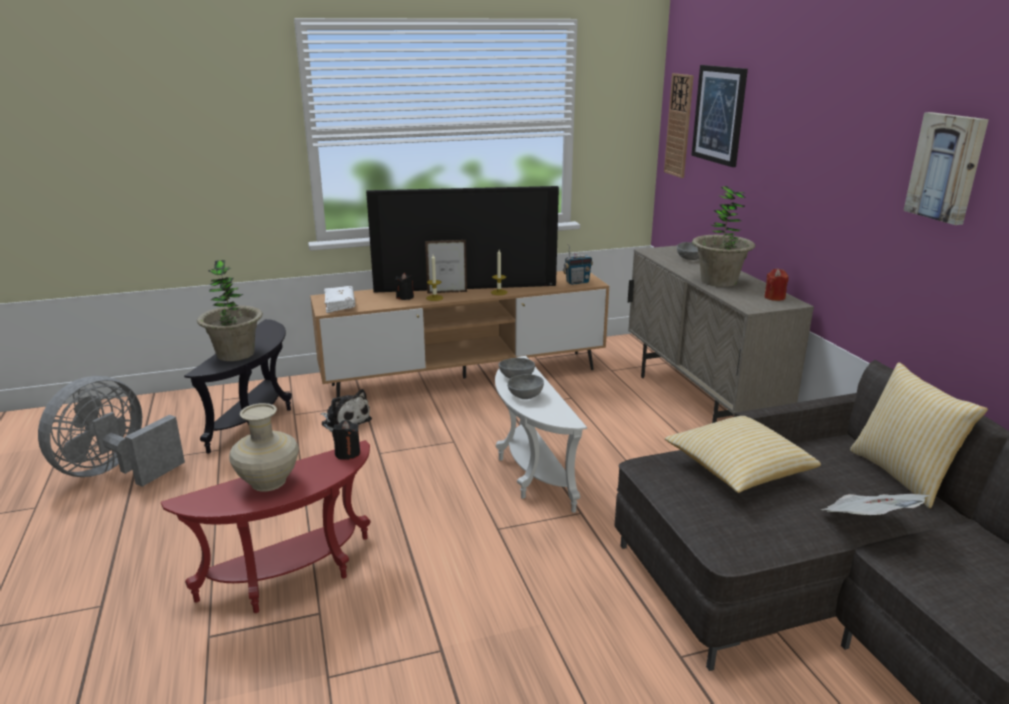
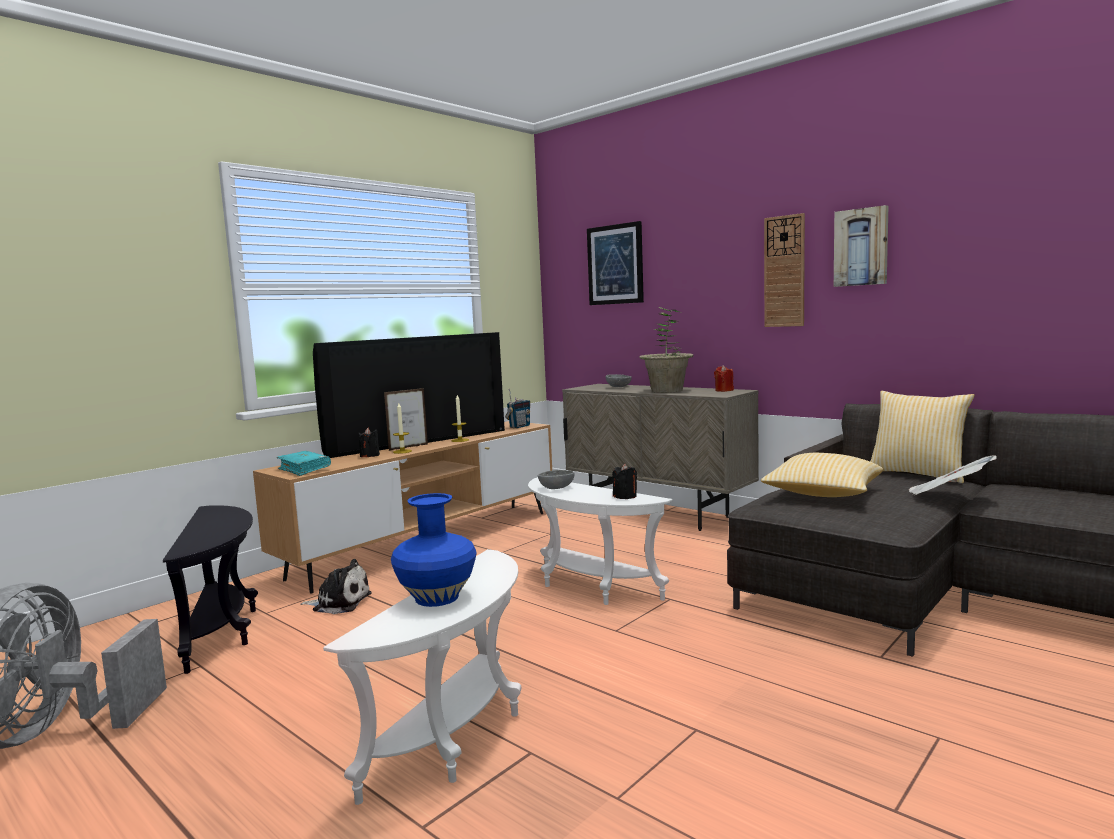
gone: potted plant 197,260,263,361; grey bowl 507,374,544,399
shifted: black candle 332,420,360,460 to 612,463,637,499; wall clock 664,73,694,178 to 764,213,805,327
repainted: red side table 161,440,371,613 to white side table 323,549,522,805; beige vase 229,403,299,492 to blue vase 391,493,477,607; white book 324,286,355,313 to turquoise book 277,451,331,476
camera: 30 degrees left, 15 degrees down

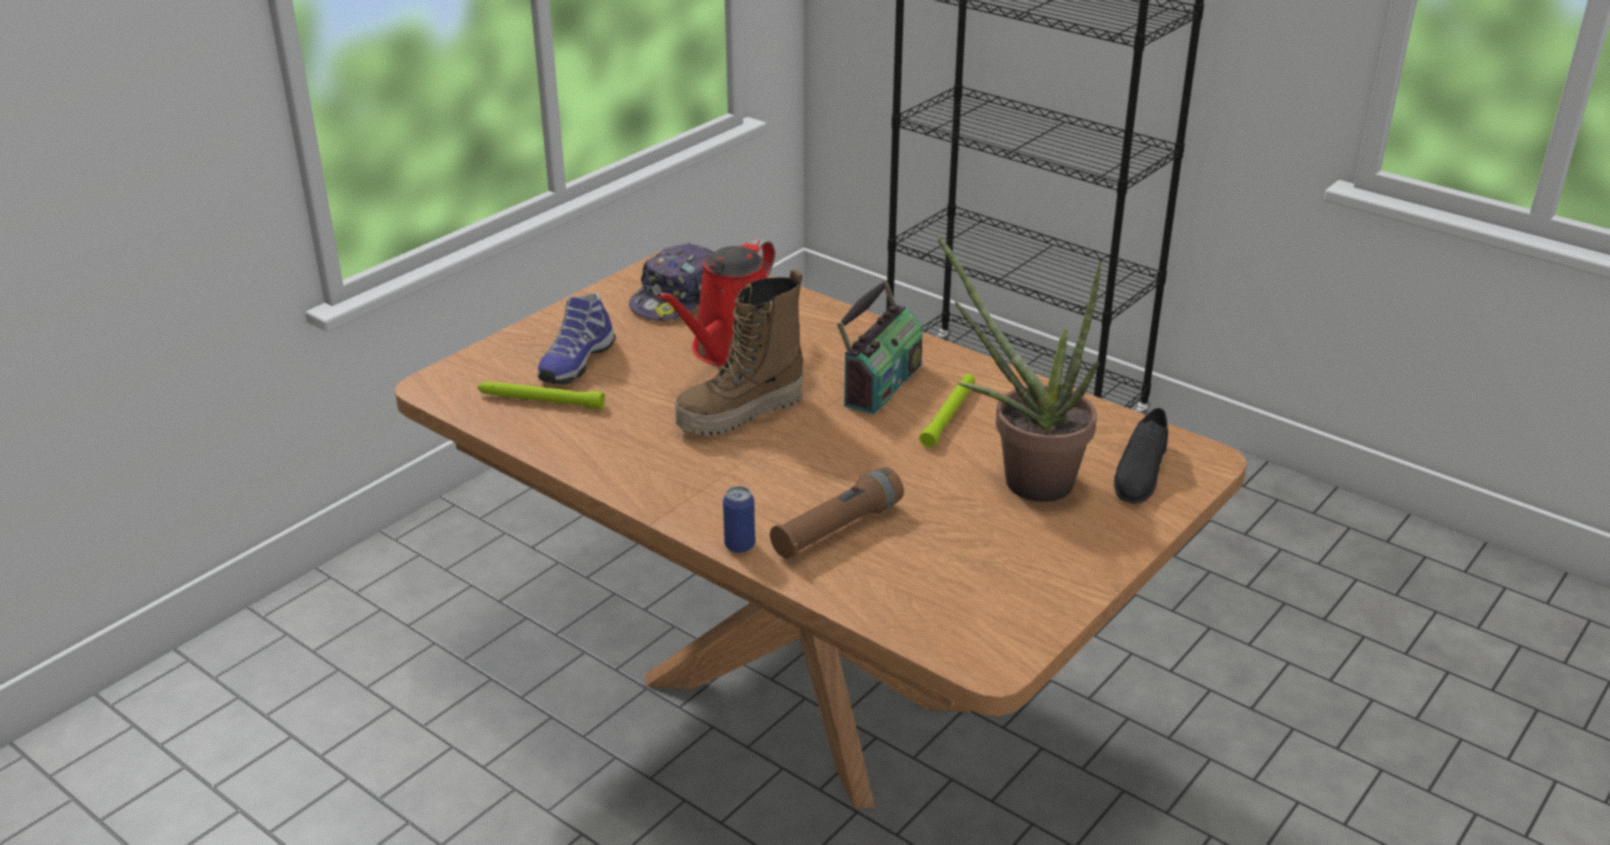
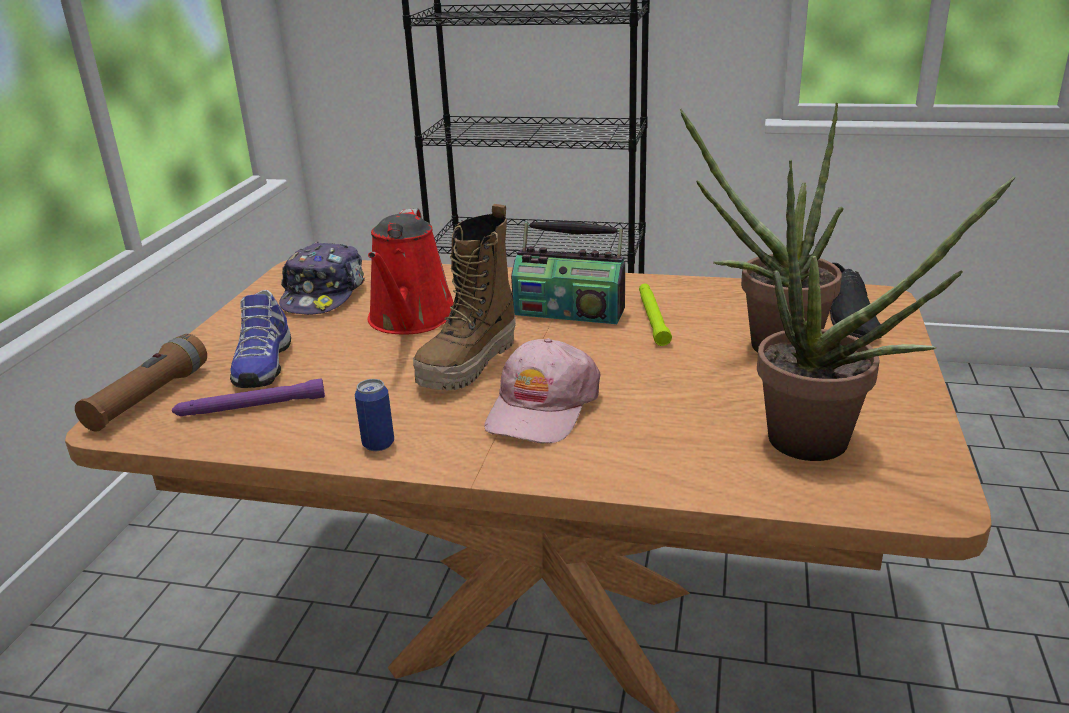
new: pink cap 484,338,600,443; potted plant 757,159,1015,461
shifted: can 723,486,755,553 to 355,379,394,451; brown flashlight 770,467,904,559 to 75,334,207,432
repainted: green flashlight 478,382,605,409 to purple flashlight 172,378,325,416
rotated: radio 837,280,923,414 = 511,221,625,324 105 degrees clockwise
camera: 25 degrees left, 5 degrees down

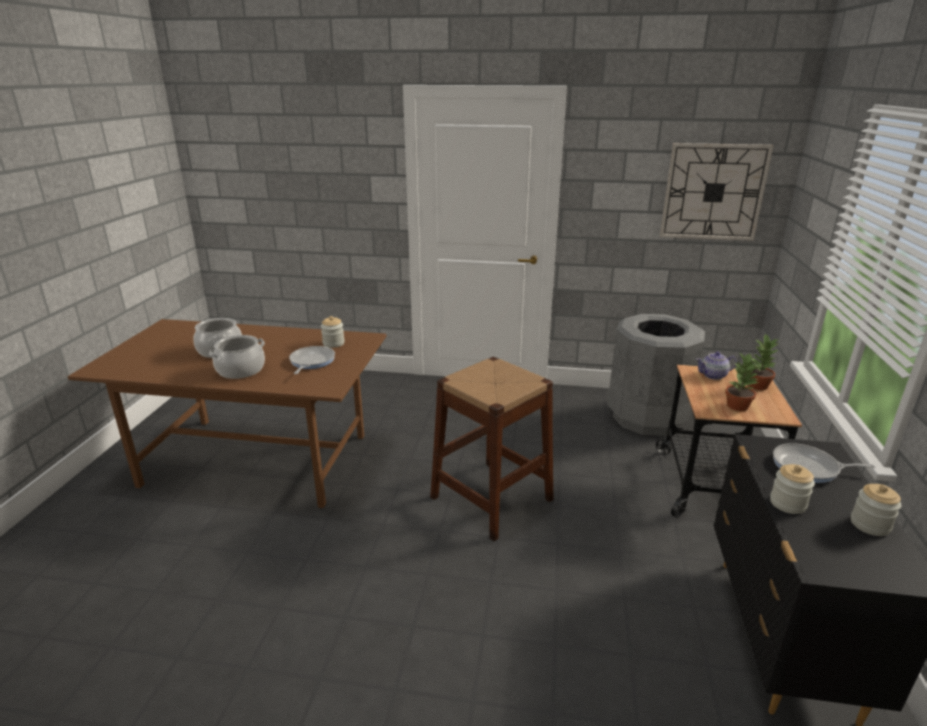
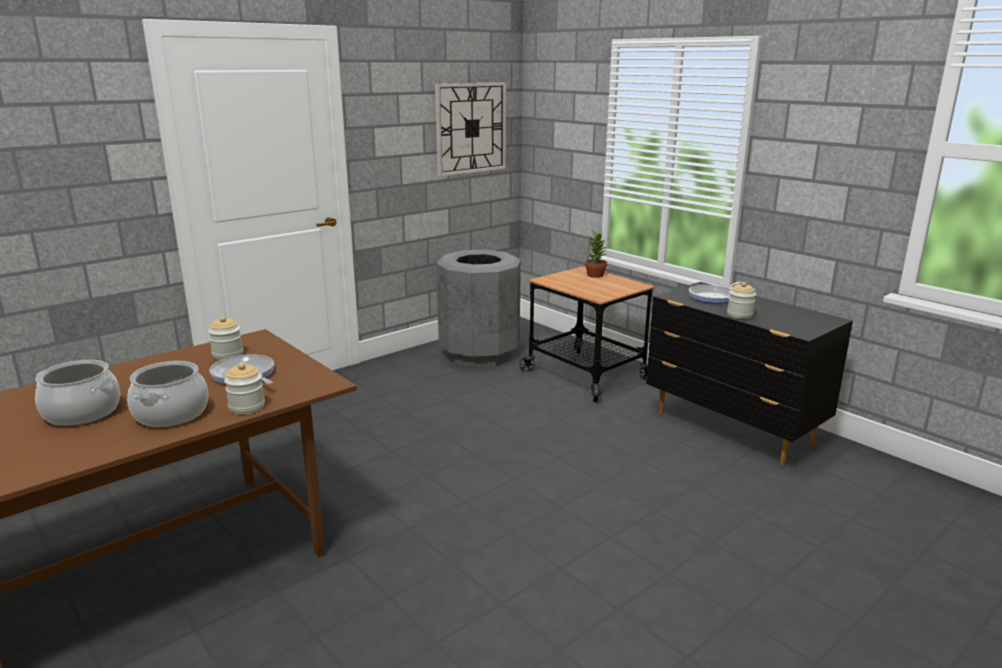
gone: brown stool 430,357,554,541; teapot 696,352,737,380; potted plant 725,352,758,411
shifted: jar 851,484,901,536 to 224,363,265,414
camera: 50 degrees left, 5 degrees down

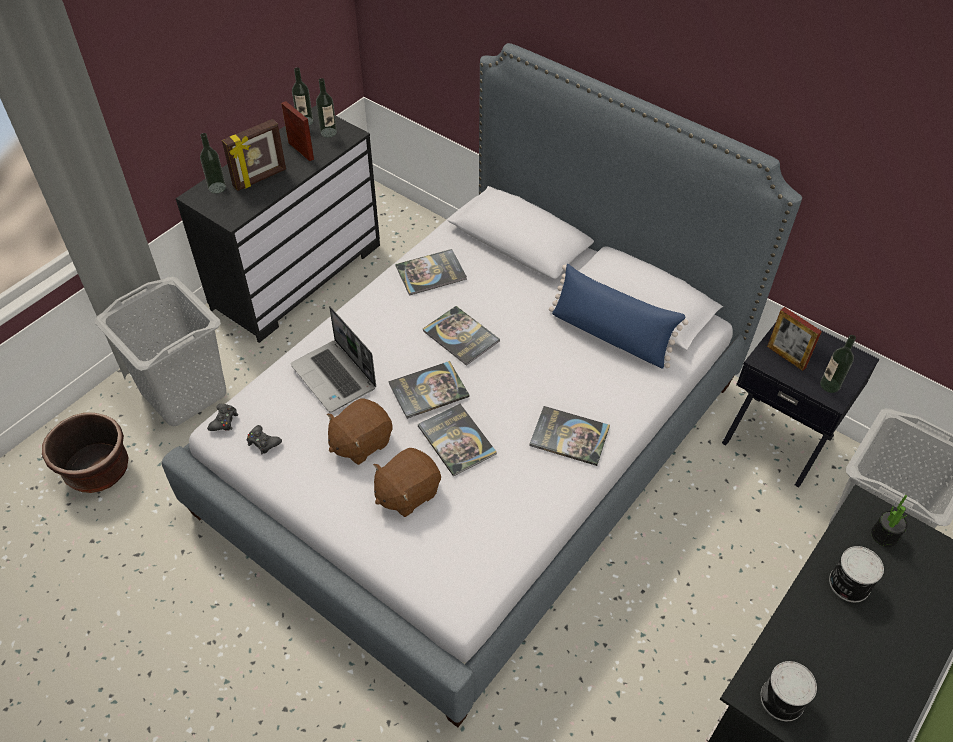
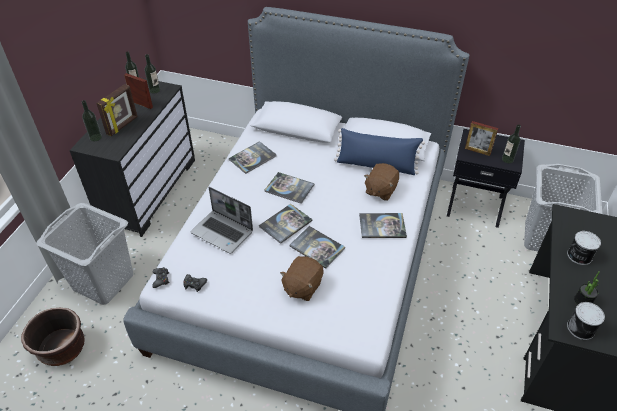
shifted: brown plush toy 327,399,393,465 to 364,163,399,201; potted plant 871,495,908,547 to 574,271,600,305
camera: 20 degrees left, 5 degrees down

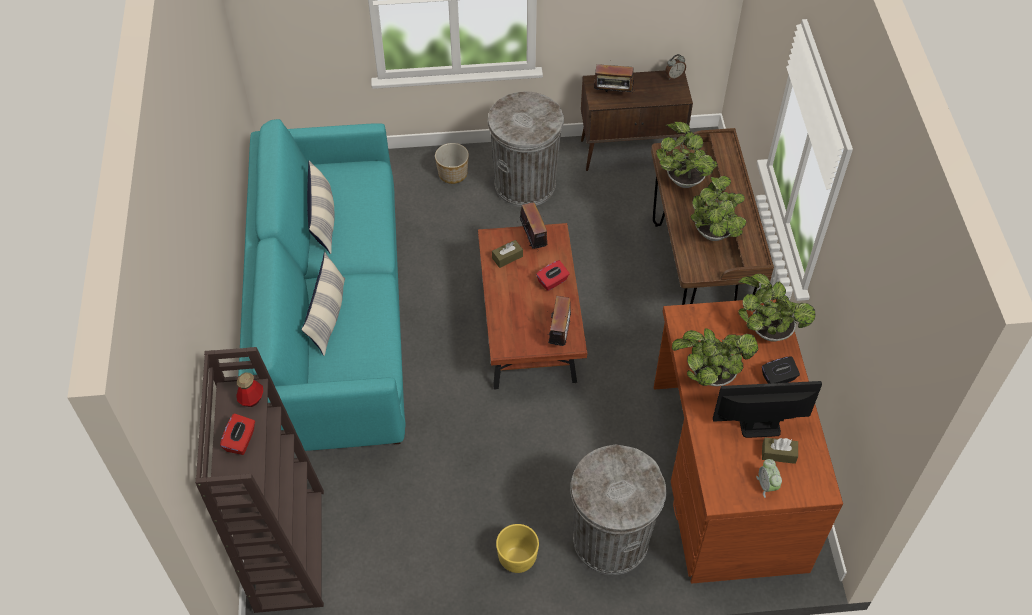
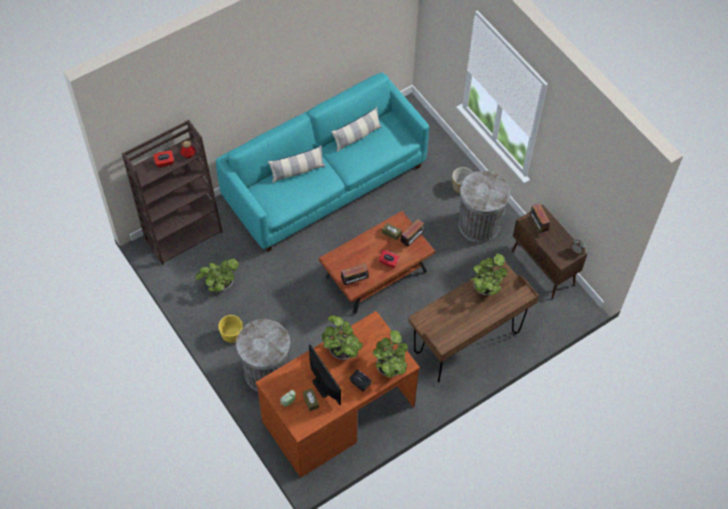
shifted: potted plant 690,176,746,241 to 196,258,239,292
camera: 60 degrees right, 5 degrees up

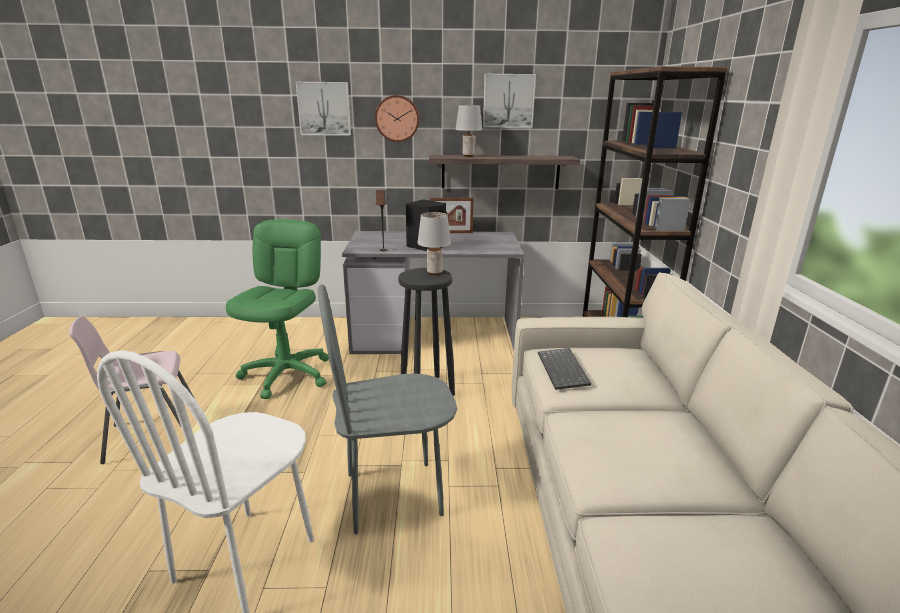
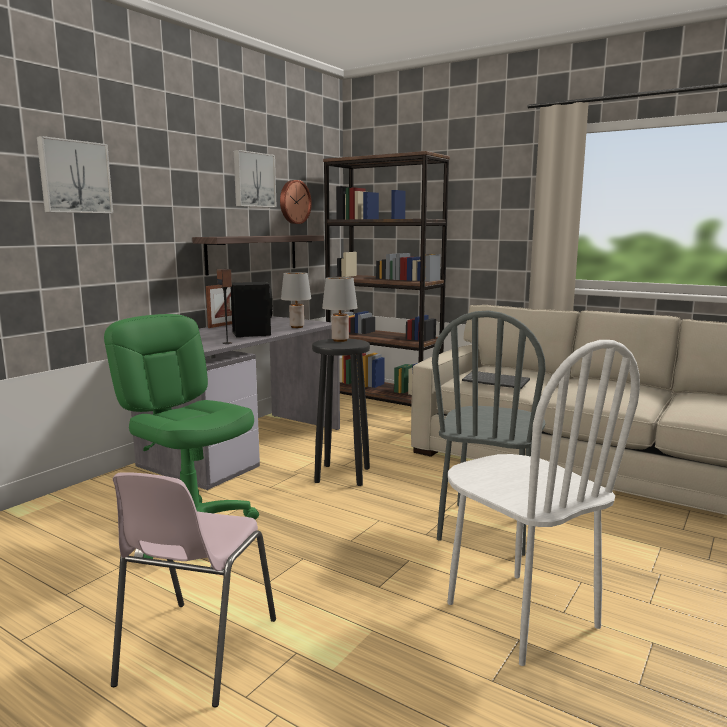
shifted: wall clock 375,95,420,142 to 280,180,312,224; grey table lamp 455,105,482,157 to 281,272,311,328
camera: 55 degrees left, 10 degrees down

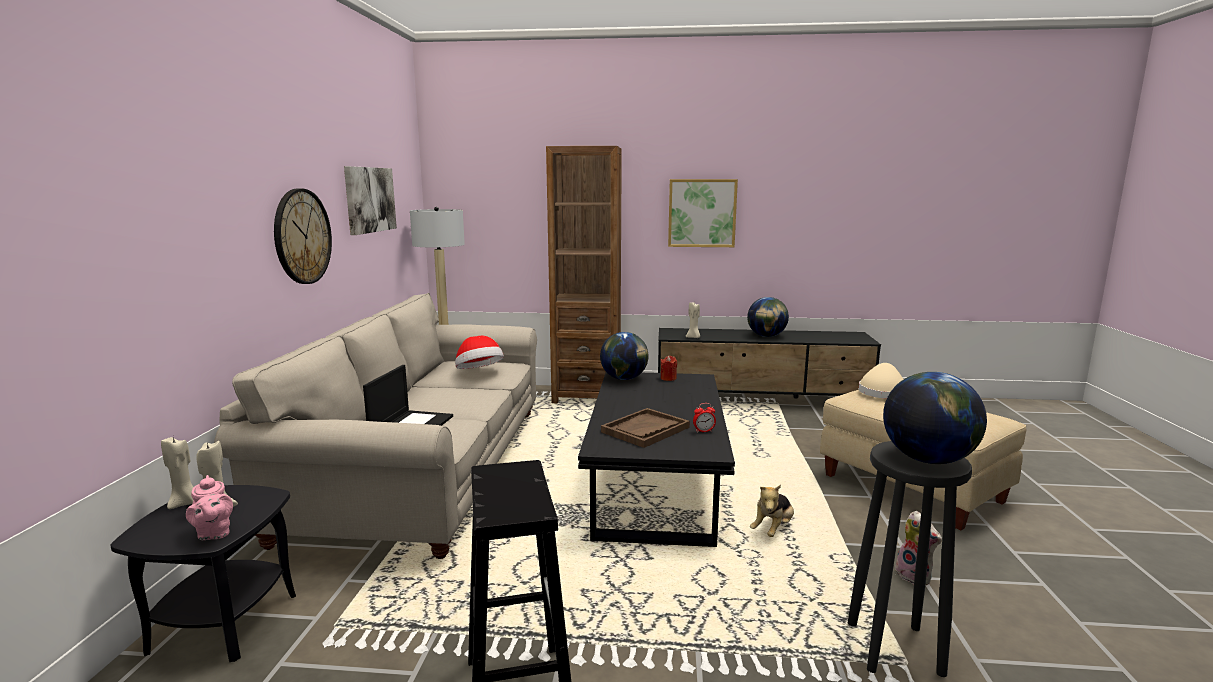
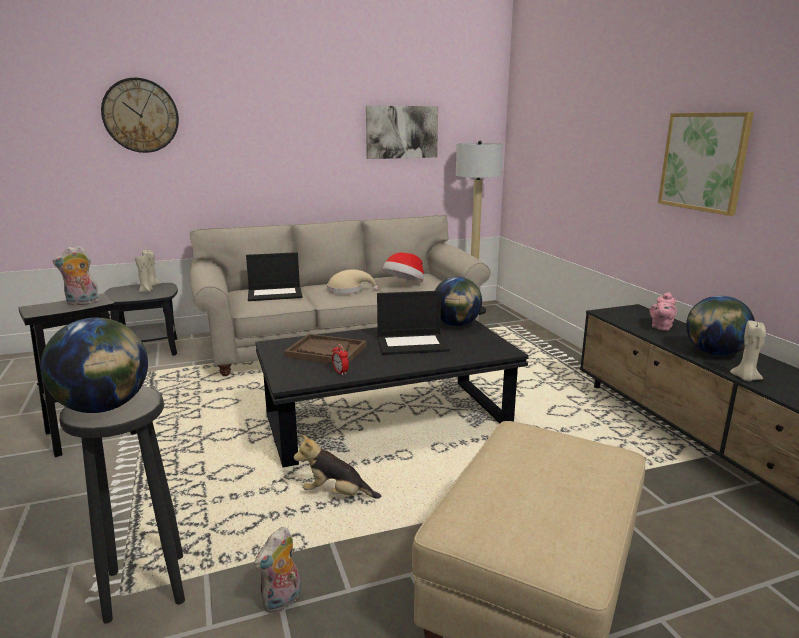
gone: brown bookcase 546,146,622,403; red candle 661,356,677,381
new: plush toy 53,246,100,306; laptop 377,291,450,355
shifted: pink teapot 186,475,233,540 to 650,292,677,331; wall clock 274,188,332,284 to 101,77,179,153; beige candle 686,302,700,338 to 730,320,766,381; beige hat 859,363,904,399 to 327,269,379,294
camera: 65 degrees right, 5 degrees up

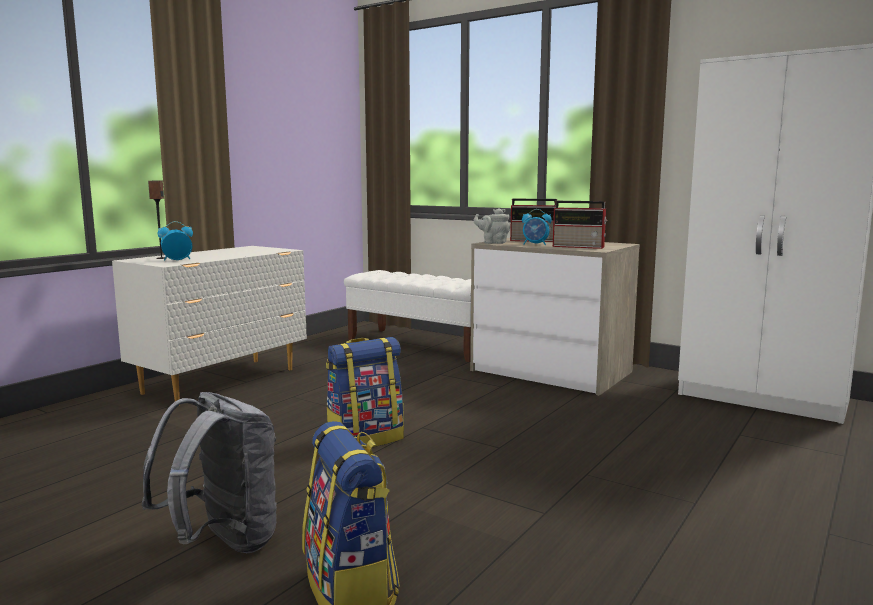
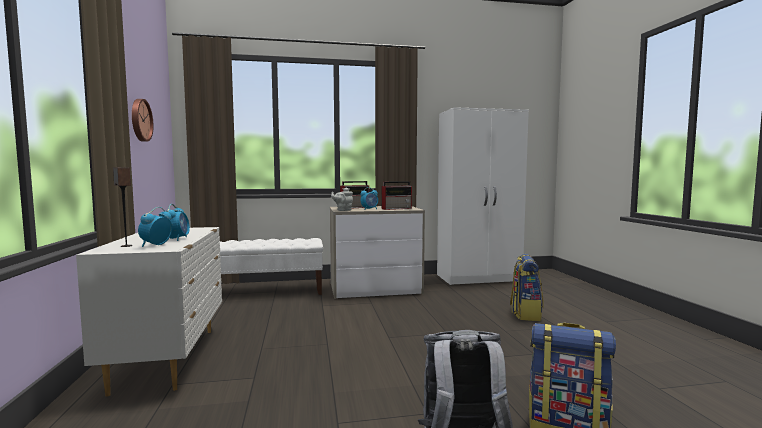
new: wall clock 132,99,153,142; alarm clock 167,204,190,241
shifted: backpack 326,337,404,448 to 510,254,544,321
camera: 45 degrees left, 5 degrees down

